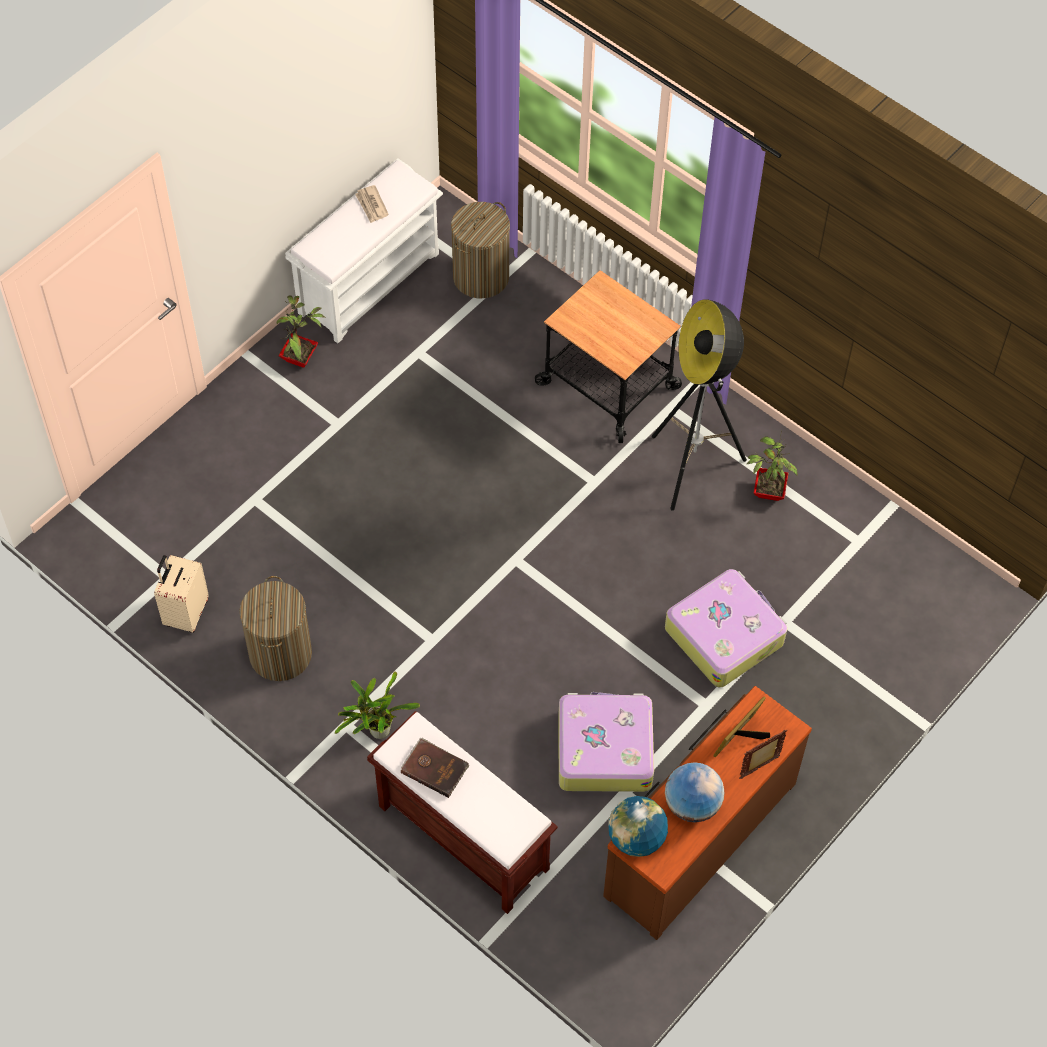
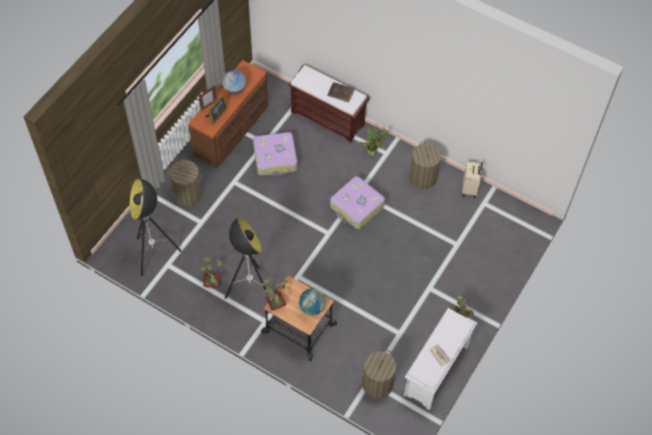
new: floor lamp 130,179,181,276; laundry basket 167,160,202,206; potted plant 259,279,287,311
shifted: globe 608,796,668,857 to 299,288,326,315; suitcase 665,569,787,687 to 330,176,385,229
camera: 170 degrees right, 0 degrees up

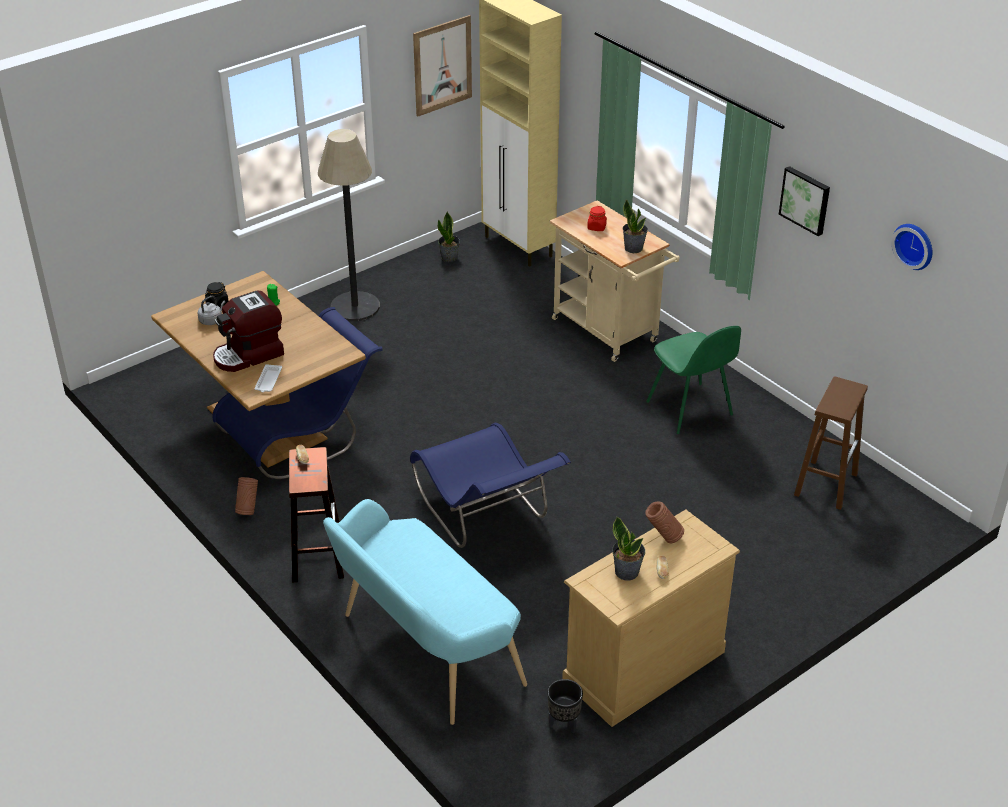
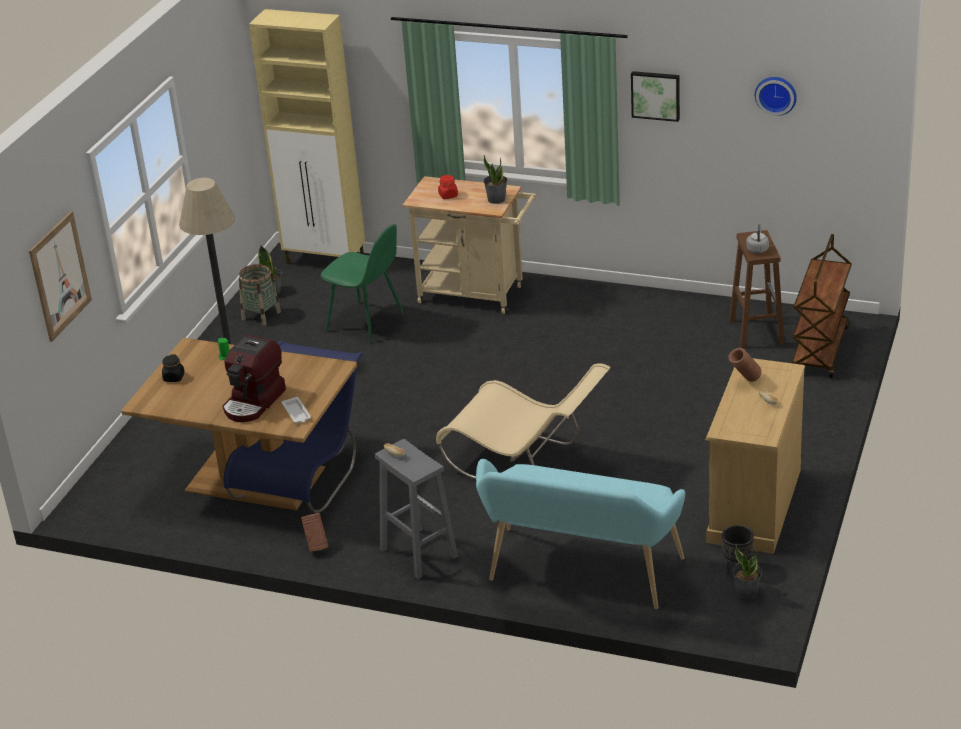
new: basket 239,264,281,326; brown cart 792,234,852,378
shifted: grey kettle 197,296,225,325 to 746,224,769,253; picture 413,15,472,117 to 29,211,92,342; potted plant 612,516,645,581 to 732,545,762,599; green chair 646,326,741,434 to 321,224,404,343
repainted: brown stool 289,447,344,583 to grey stool 375,439,458,579; blue chair 410,423,571,548 to beige chair 436,363,610,479
camera: 30 degrees left, 5 degrees down

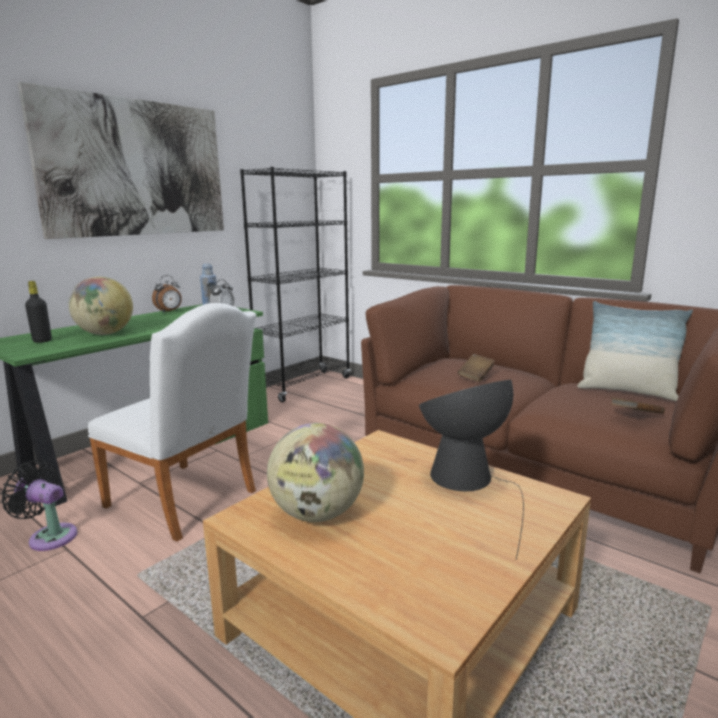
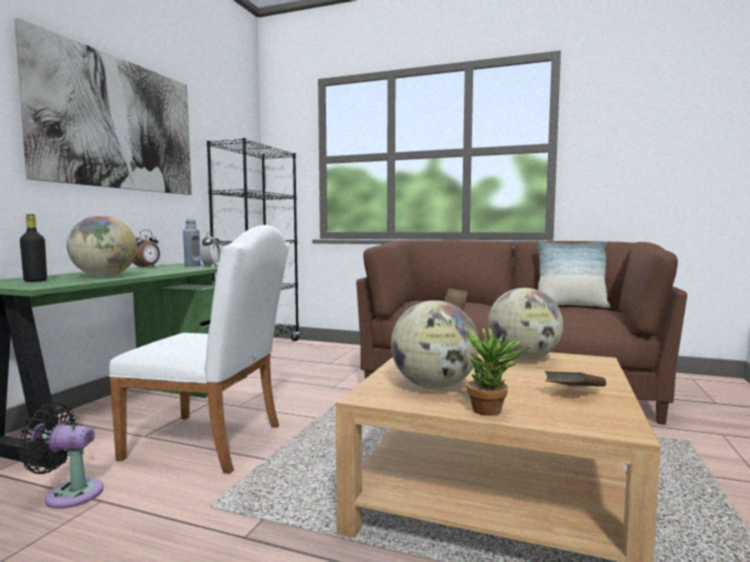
new: potted plant 466,328,531,416
shifted: brown book 611,397,665,414 to 545,371,606,387
swapped: table lamp 419,380,524,560 to globe 488,288,563,360
camera: 20 degrees left, 10 degrees down

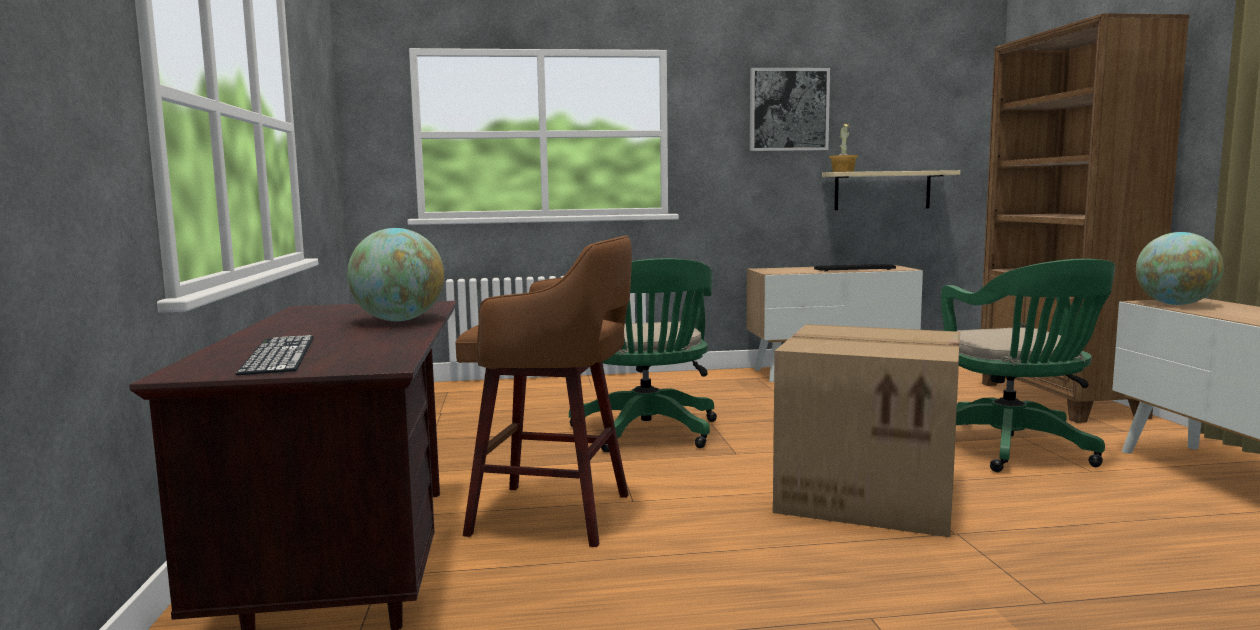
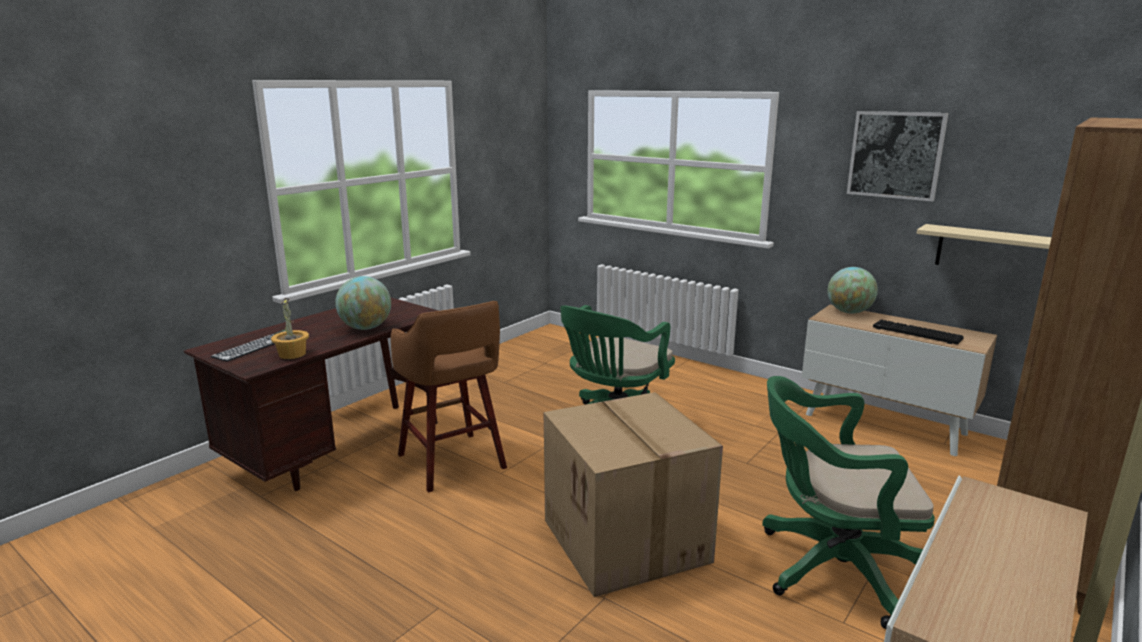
shifted: potted plant 829,123,858,172 to 271,298,309,359; globe 1136,232,1224,305 to 827,267,878,314
rotated: green office chair 941,259,1115,472 = 762,376,935,629 60 degrees clockwise
camera: 45 degrees right, 10 degrees up

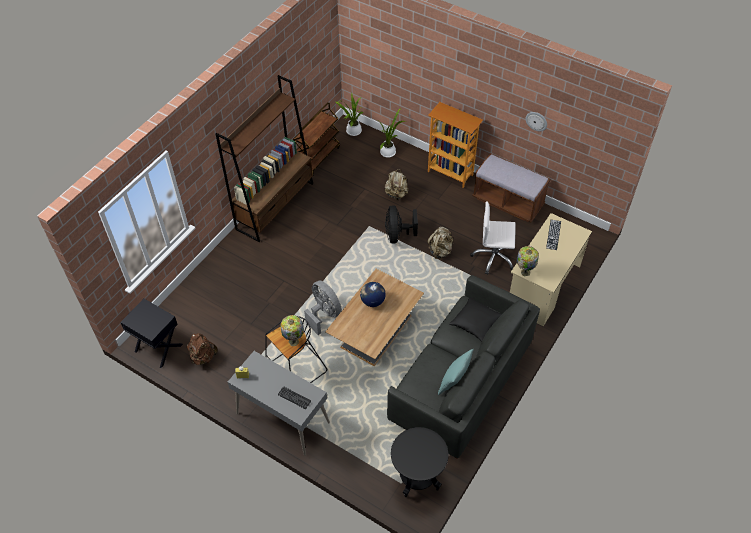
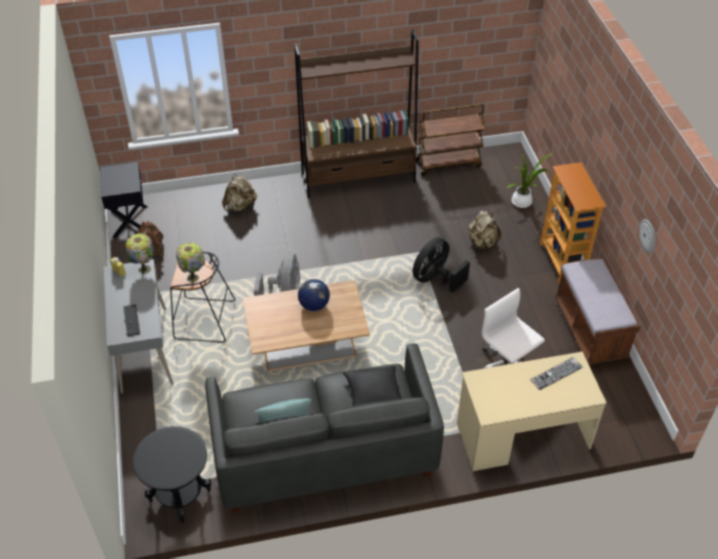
gone: potted plant 336,93,364,136
shifted: beige backpack 427,227,453,260 to 222,173,257,212; table lamp 517,246,539,277 to 125,234,154,274
camera: 45 degrees right, 5 degrees down

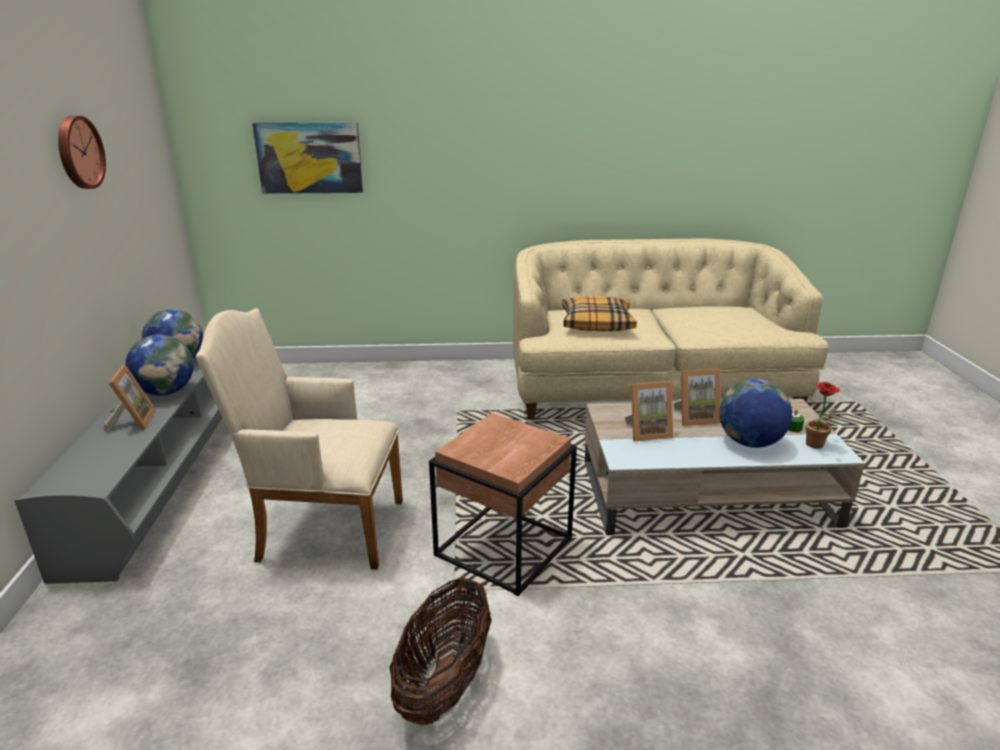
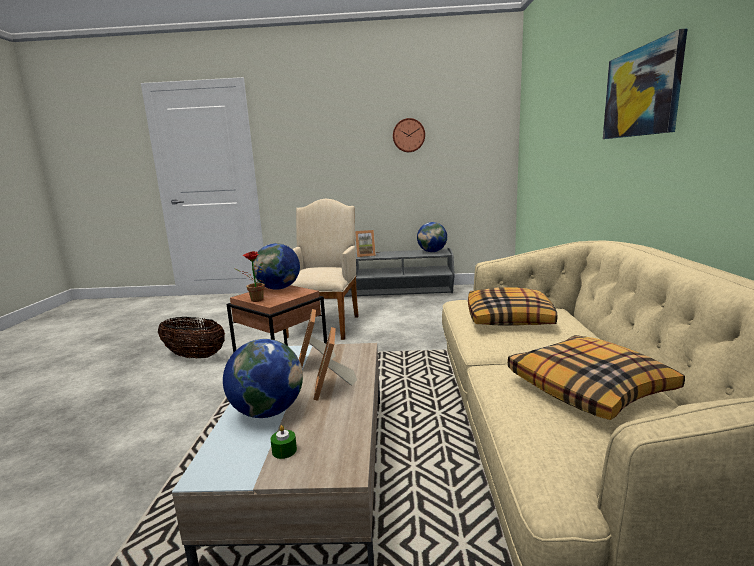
new: pillow 508,335,685,420
shifted: globe 126,334,194,396 to 253,243,300,290; picture 252,122,363,194 to 603,29,687,139; potted plant 805,382,840,449 to 235,251,265,302
camera: 95 degrees right, 10 degrees down

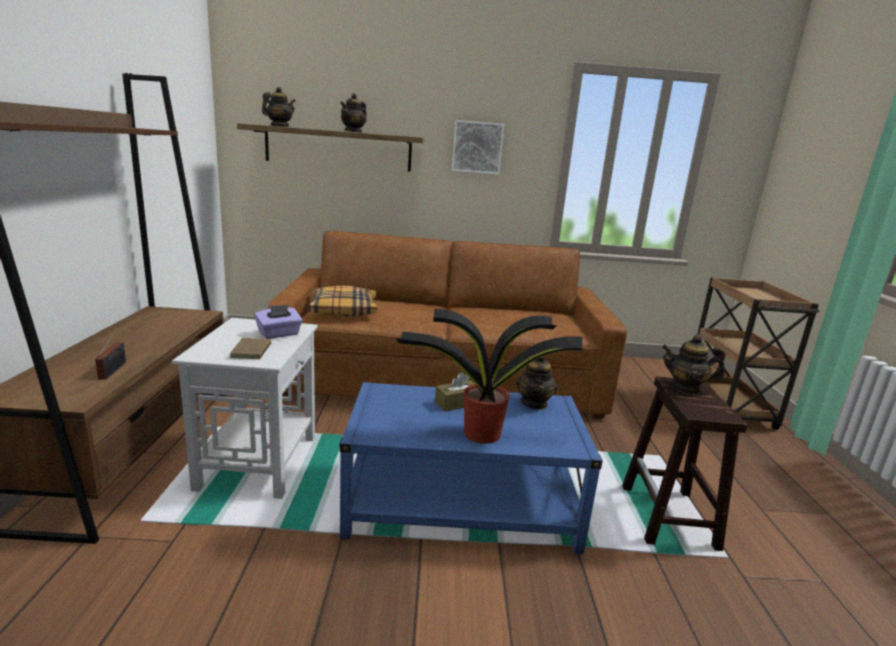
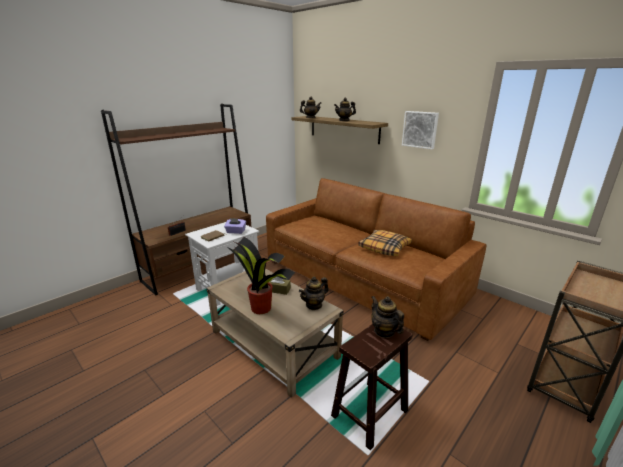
shifted: pillow 308,286,377,317 to 358,230,412,256
repainted: blue coffee table 339,382,603,554 to beige coffee table 206,269,343,398
camera: 45 degrees right, 5 degrees up

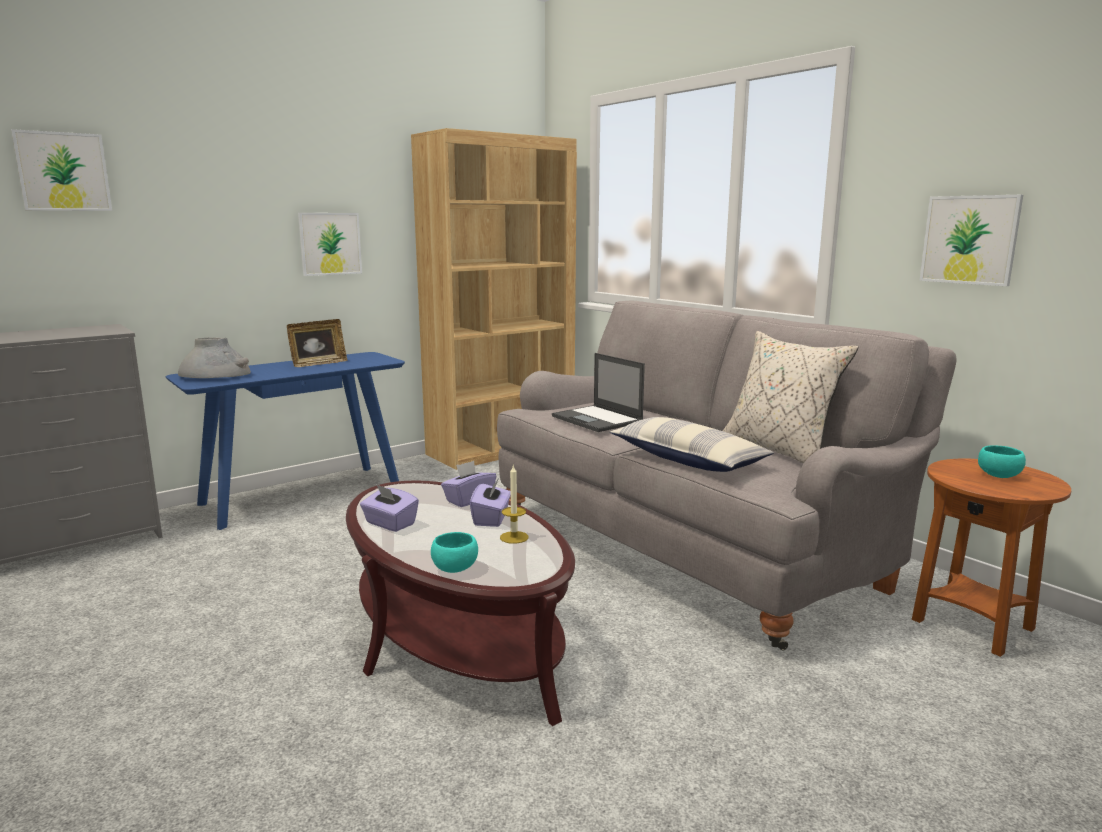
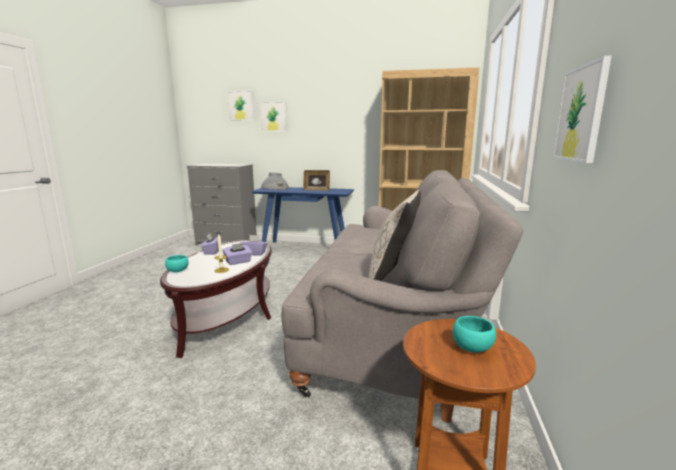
gone: laptop 552,353,645,432; pillow 610,417,774,472
shifted: picture 298,213,362,276 to 259,101,287,131
camera: 50 degrees right, 0 degrees up

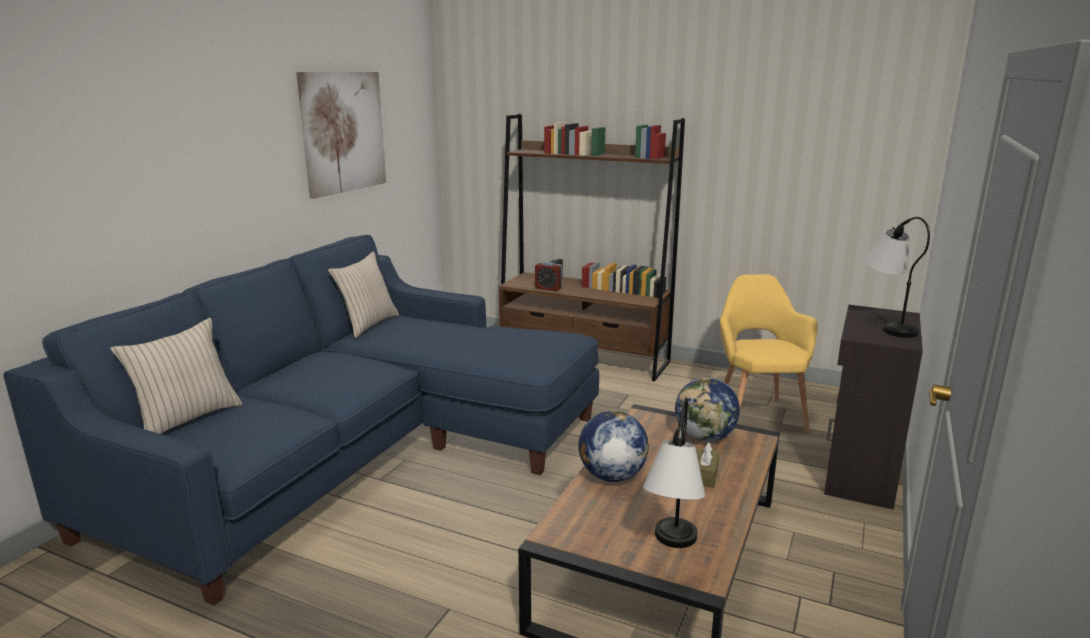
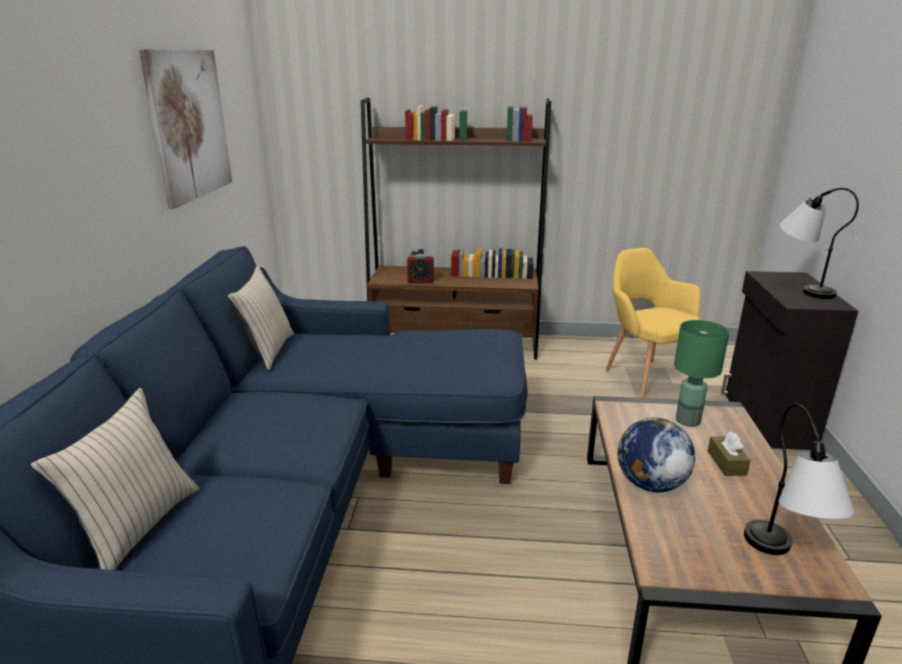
swapped: globe 675,378,740,442 to green table lamp 674,320,729,427
camera: 20 degrees left, 5 degrees up

